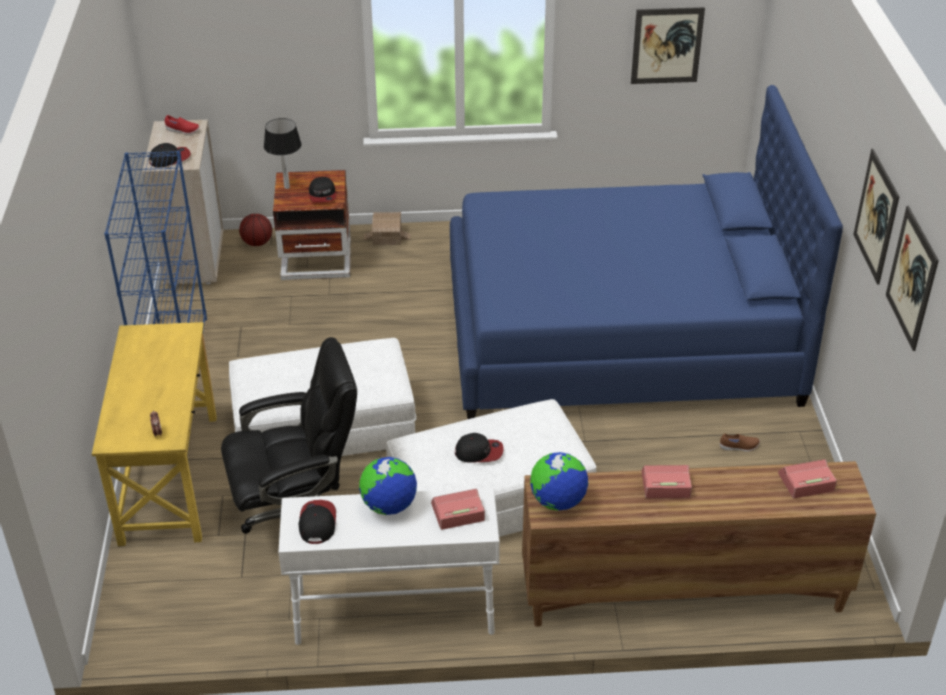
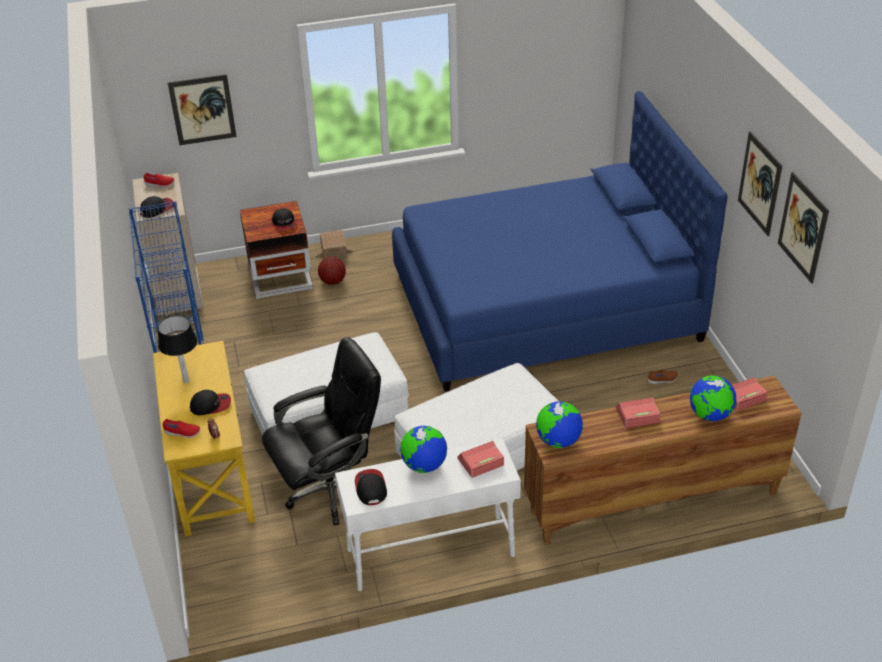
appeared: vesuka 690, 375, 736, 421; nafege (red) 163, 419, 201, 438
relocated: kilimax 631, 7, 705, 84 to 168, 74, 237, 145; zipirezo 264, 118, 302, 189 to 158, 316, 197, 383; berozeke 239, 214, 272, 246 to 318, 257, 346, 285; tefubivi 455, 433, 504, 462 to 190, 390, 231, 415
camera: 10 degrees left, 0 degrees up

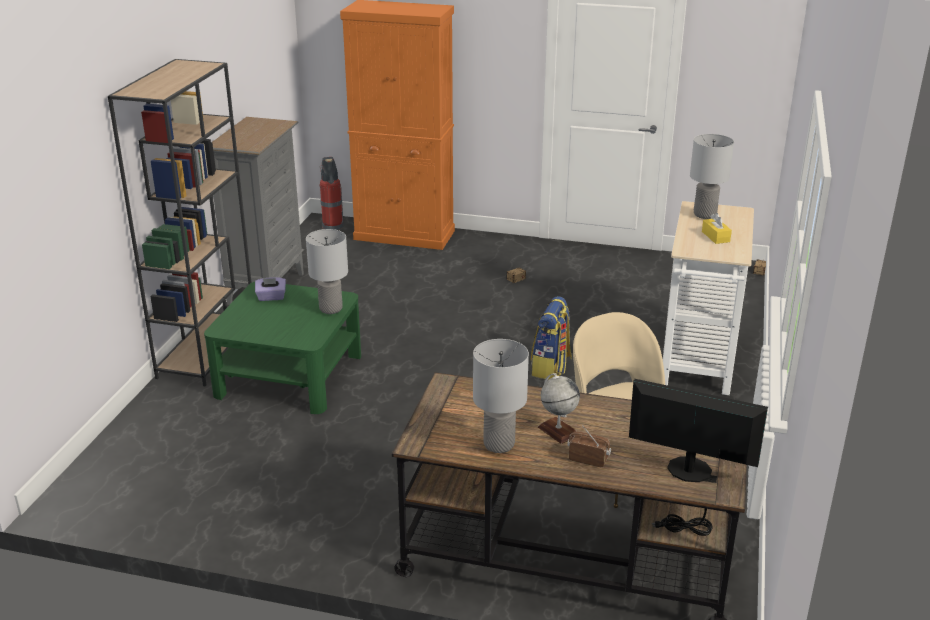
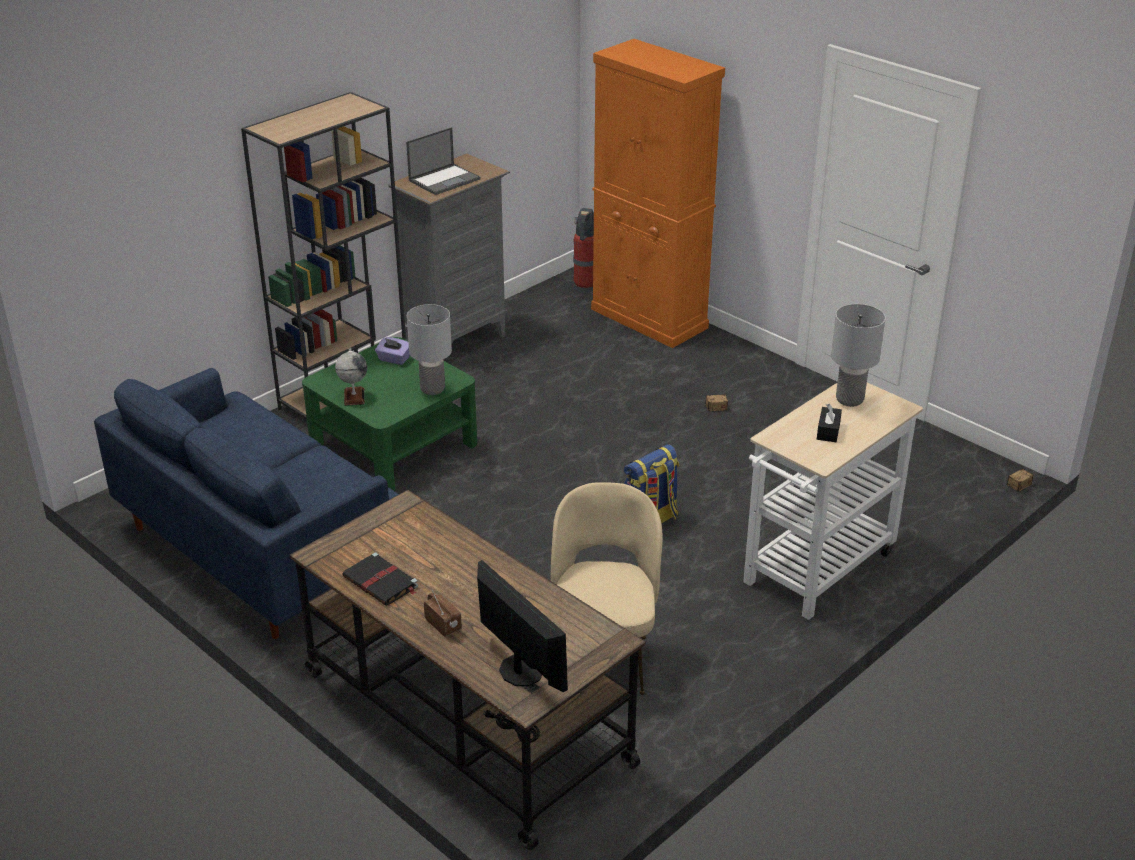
appeared: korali 406, 127, 480, 195; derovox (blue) 94, 368, 399, 639
relocated: vesuka 538, 373, 580, 444 to 335, 349, 367, 406
exchanged: zipirezo (grey) 473, 339, 529, 453 to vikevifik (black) 342, 552, 418, 606
colour: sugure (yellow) 702, 213, 732, 244 to sugure (black) 817, 404, 842, 442
camera: 30 degrees right, 5 degrees up

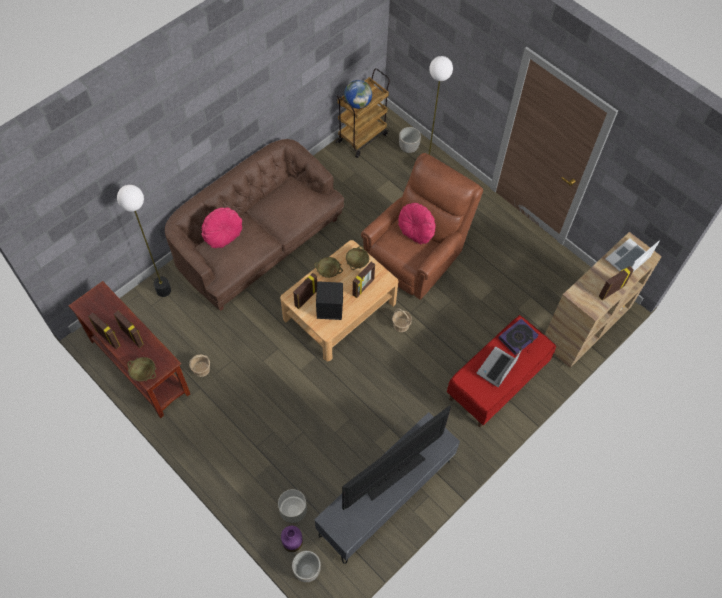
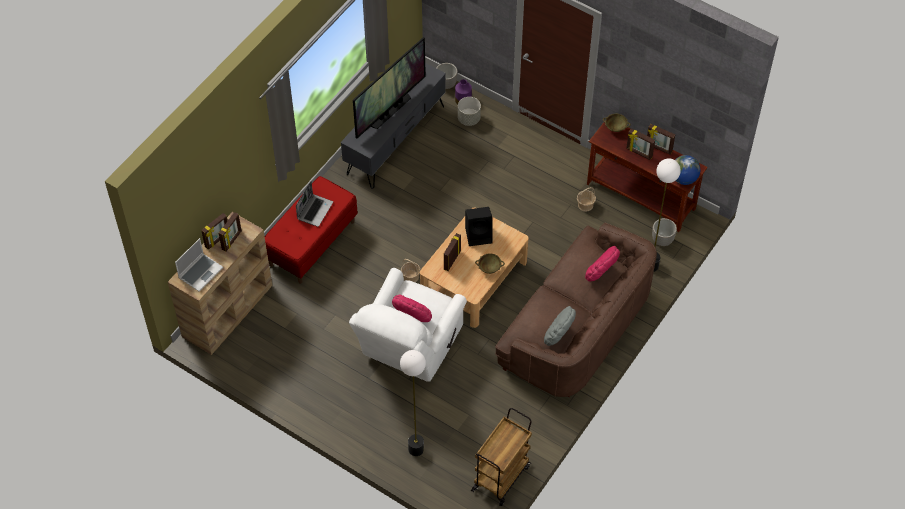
missing: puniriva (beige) 346, 246, 369, 270; vikevifik 498, 318, 538, 355
appeared: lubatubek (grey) 544, 306, 576, 346
relocated: vesuka 344, 80, 372, 109 to 675, 155, 700, 185; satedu 399, 127, 421, 153 to 652, 218, 677, 246; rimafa 293, 273, 317, 309 to 219, 212, 242, 252
colour: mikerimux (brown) 361, 153, 483, 300 to mikerimux (white) 349, 268, 467, 382
camera: 170 degrees right, 5 degrees down

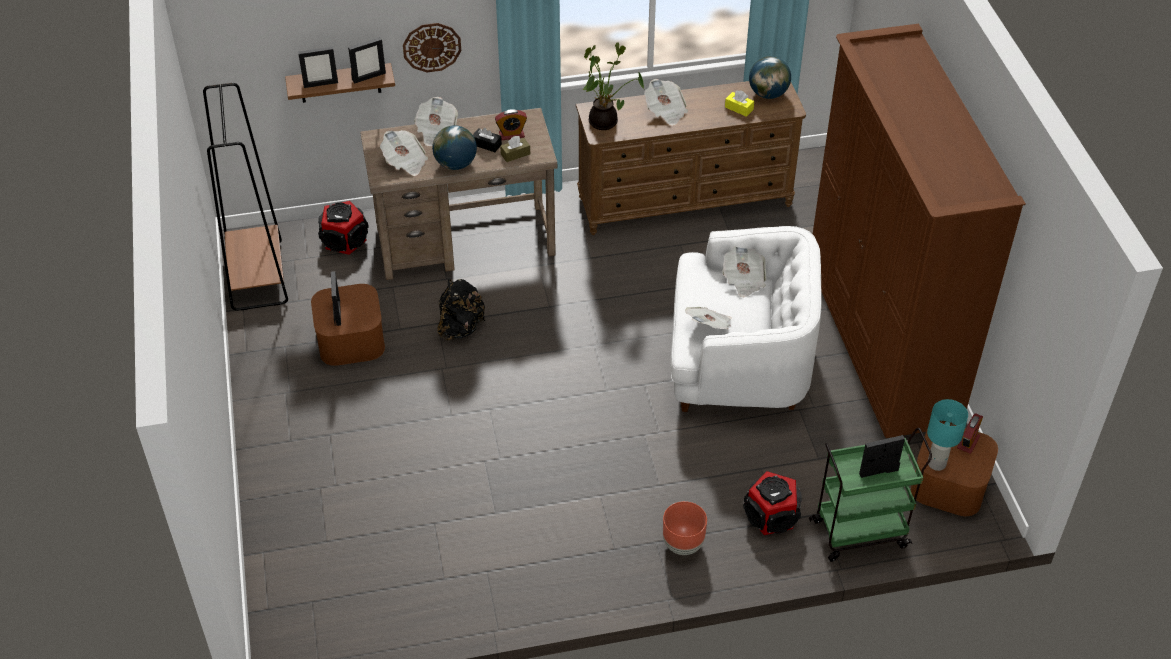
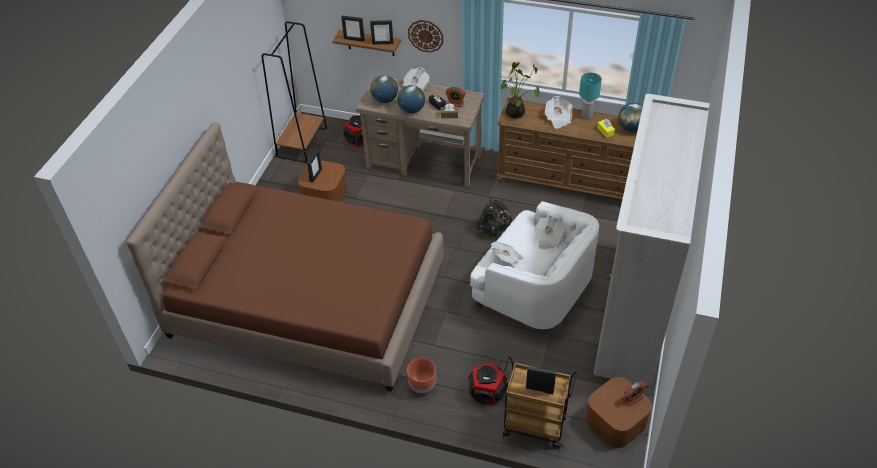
appeared: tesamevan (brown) 126, 122, 444, 392
relocated: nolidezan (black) 437, 279, 485, 341 to 476, 197, 512, 236; zipirezo (turquoise) 927, 399, 968, 471 to 579, 72, 602, 119
exchanged: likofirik 380, 130, 428, 176 to vesuka 370, 75, 398, 103
colour: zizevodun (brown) 813, 24, 1026, 438 to zizevodun (white) 593, 94, 709, 386; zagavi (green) 809, 428, 932, 562 to zagavi (brown) 503, 356, 577, 449
camera: 30 degrees right, 0 degrees up

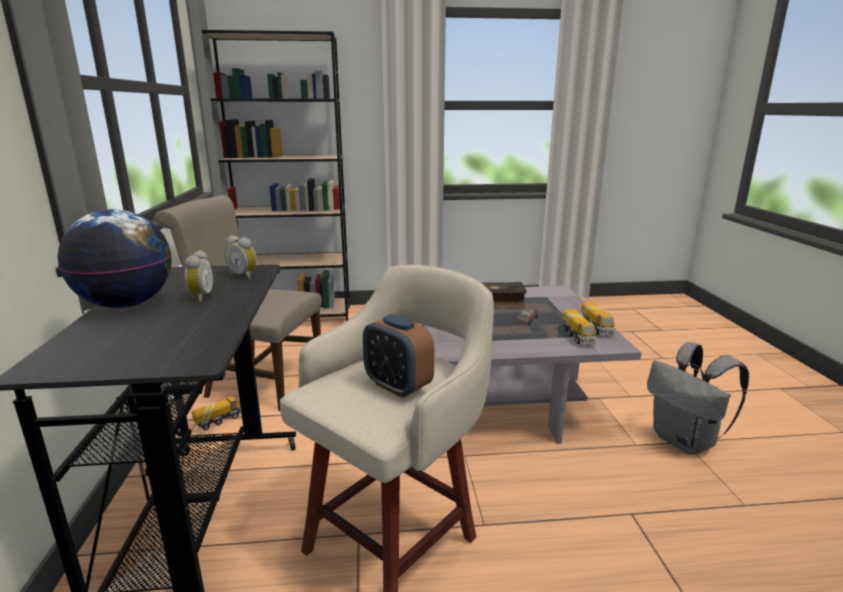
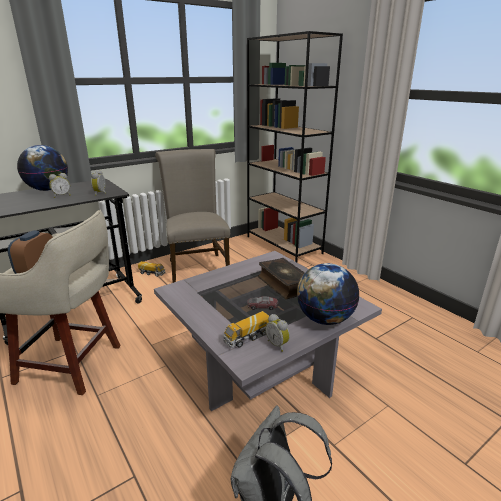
appeared: vesuka 297, 263, 359, 325
exchanged: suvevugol 581, 302, 615, 336 to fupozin 265, 314, 290, 352
camera: 60 degrees right, 5 degrees up

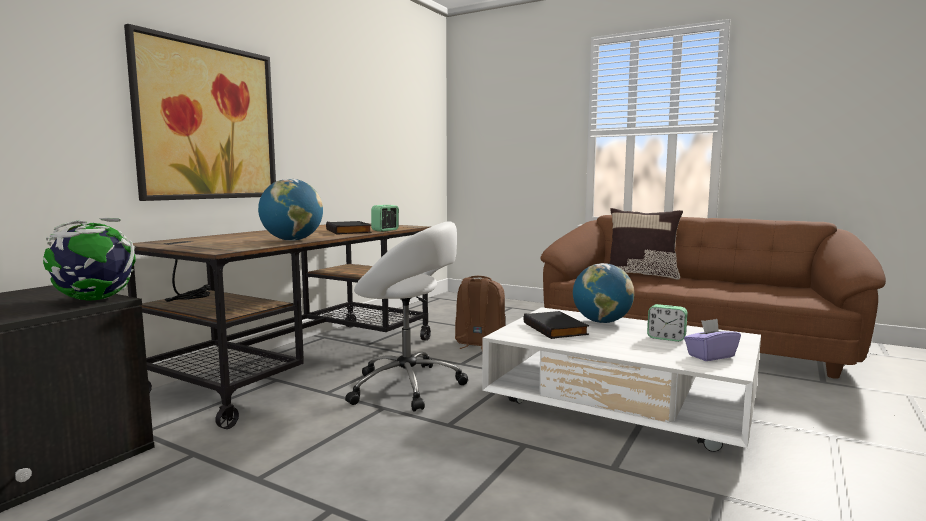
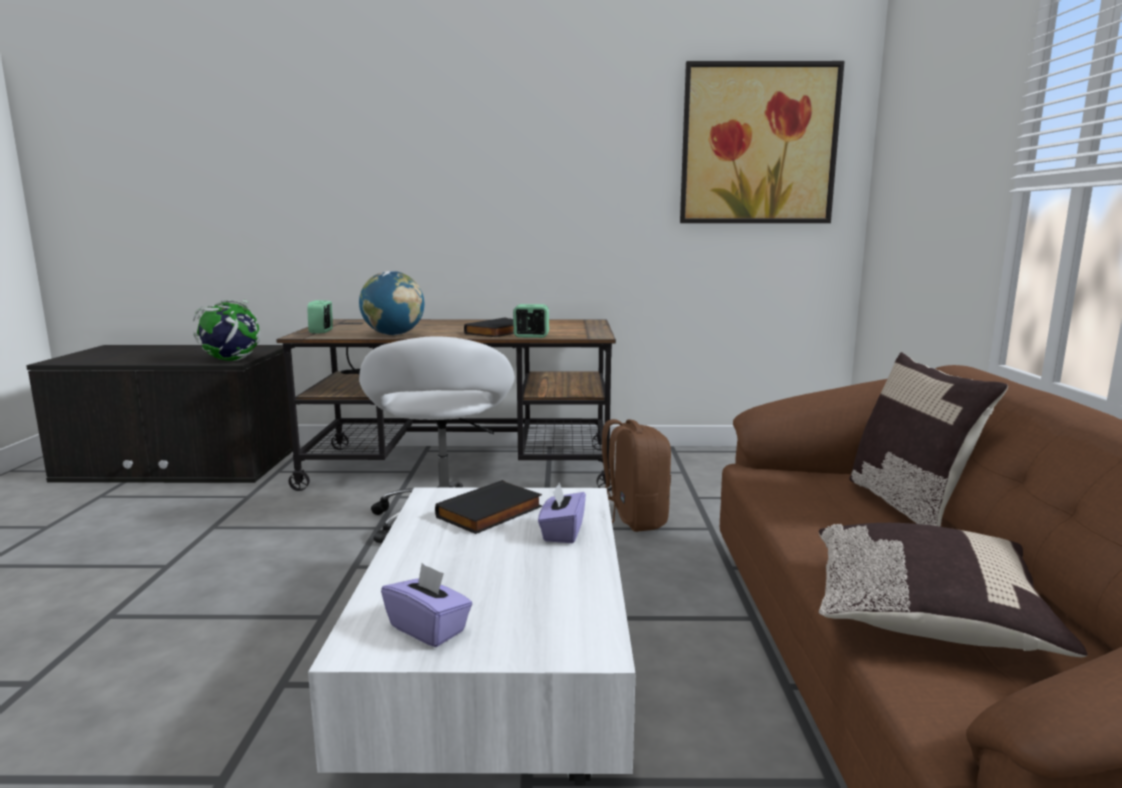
appeared: lubatubek 819, 523, 1087, 657
relocated: kilimax 124, 24, 276, 201 to 680, 61, 845, 223; fupozin 647, 304, 688, 342 to 307, 300, 333, 333
exchanged: vesuka 573, 263, 634, 323 to sugure (purple) 538, 482, 586, 543
camera: 60 degrees right, 5 degrees up

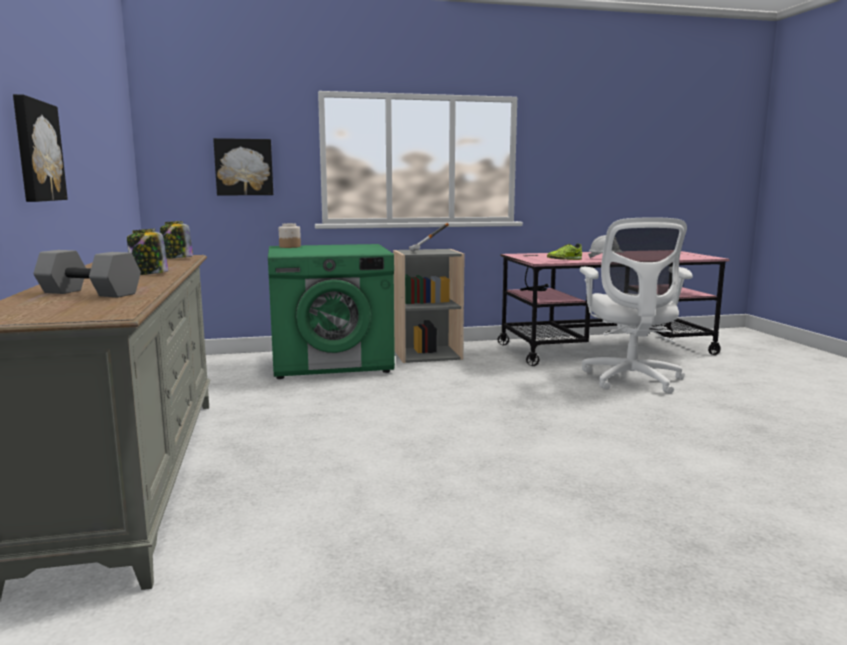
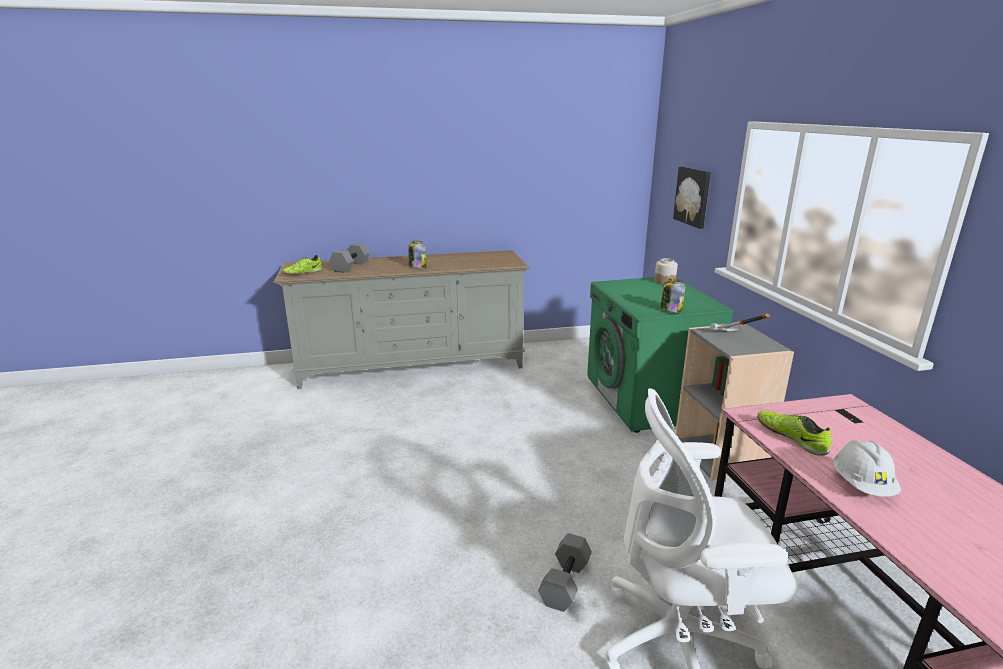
missing: kilimax 13, 94, 68, 202
appeared: nafege 282, 255, 322, 275; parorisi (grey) 538, 533, 592, 612
relocated: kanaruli 160, 221, 193, 259 to 661, 279, 685, 312
camera: 90 degrees right, 10 degrees up

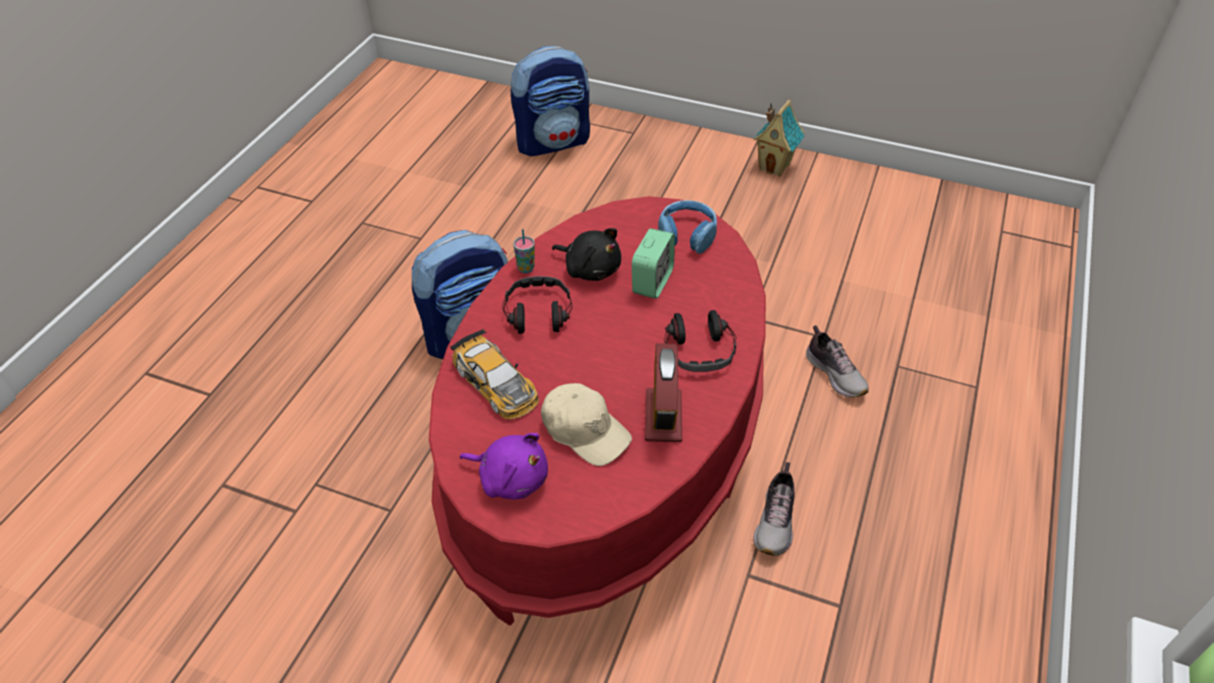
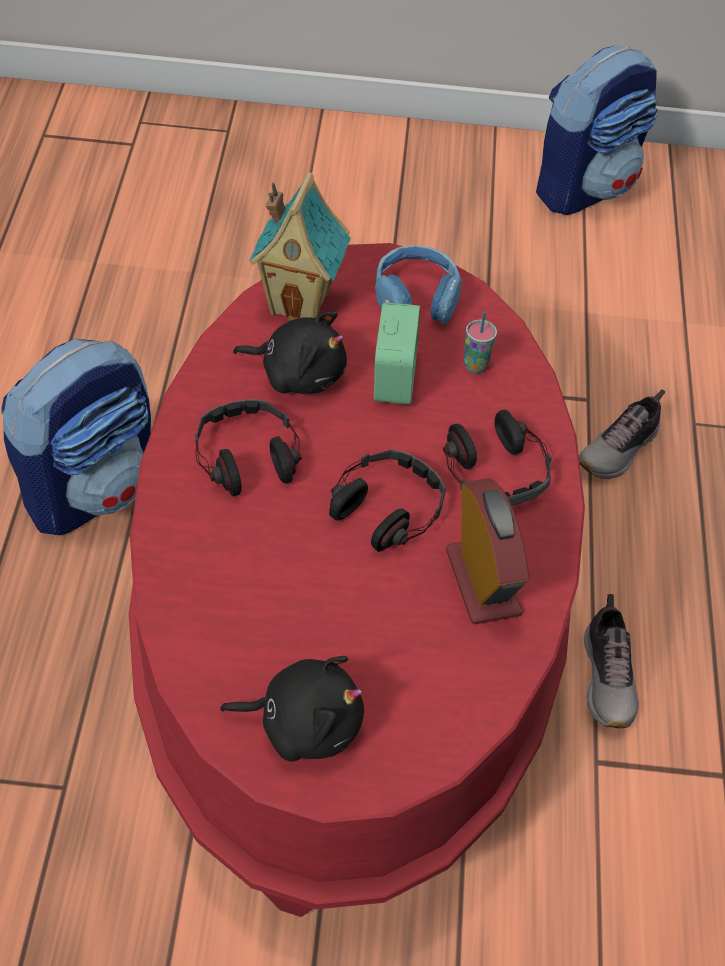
missing: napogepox 450, 329, 539, 420; tefubivi (beige) 541, 383, 632, 466
appeared: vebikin 329, 450, 446, 552
relocated: nolidezan 510, 46, 590, 156 to 536, 46, 658, 215; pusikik 754, 99, 804, 177 to 249, 172, 351, 321; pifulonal 513, 229, 535, 273 to 463, 311, 497, 373
colour: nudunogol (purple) 460, 433, 548, 499 to nudunogol (black) 220, 656, 364, 762
spun: nafege 806, 325, 869, 397 = 579, 389, 665, 479 90 degrees clockwise
camera: 20 degrees left, 5 degrees up

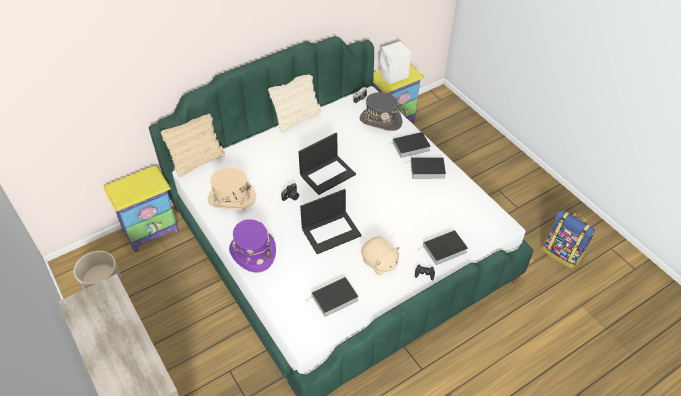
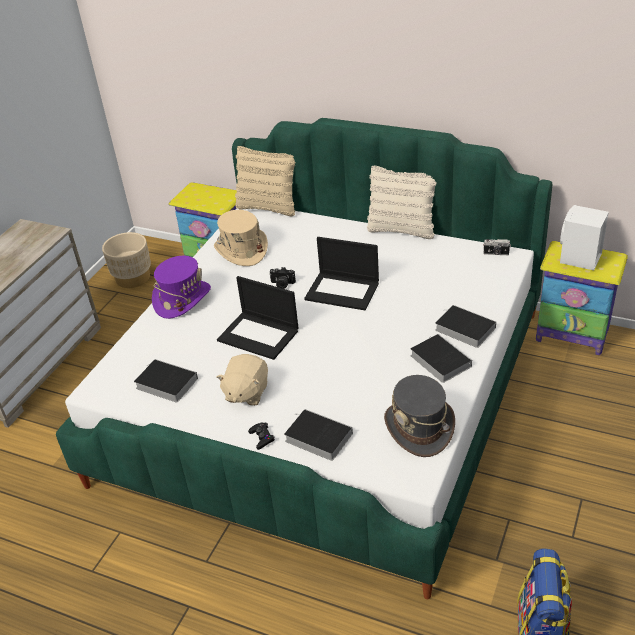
relocated: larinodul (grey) 360, 92, 402, 131 to 384, 375, 455, 457
camera: 60 degrees right, 10 degrees down

